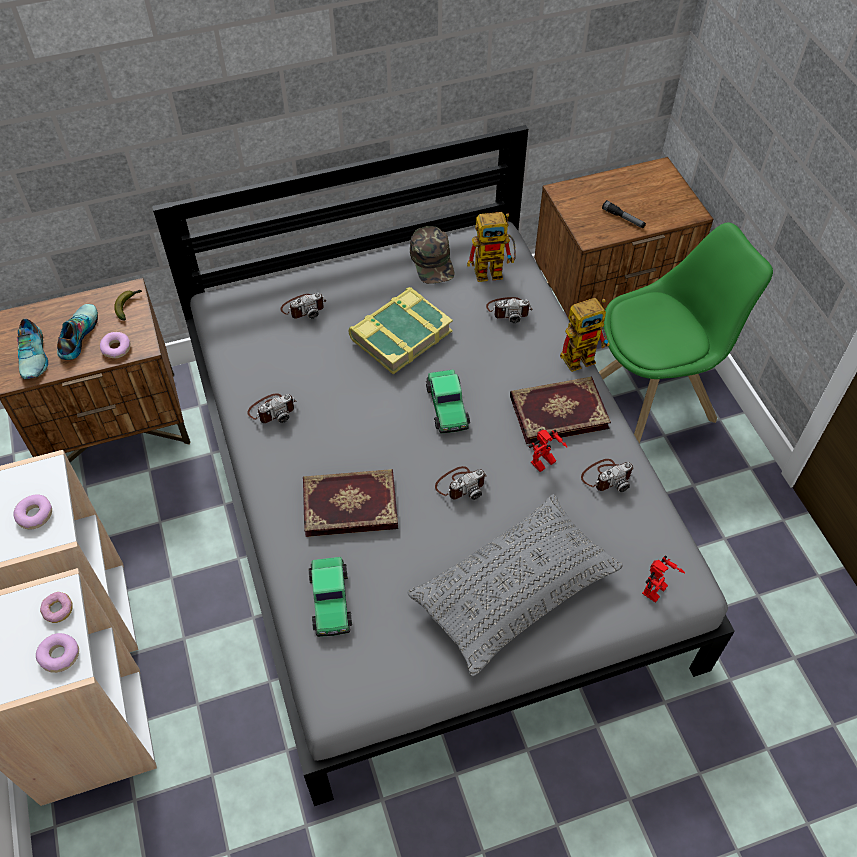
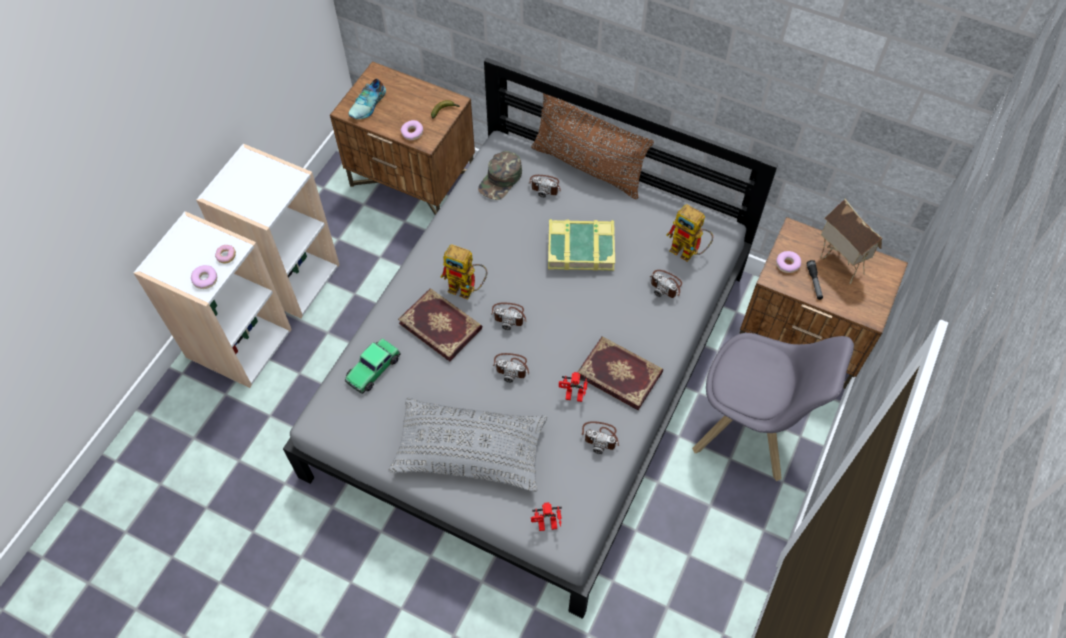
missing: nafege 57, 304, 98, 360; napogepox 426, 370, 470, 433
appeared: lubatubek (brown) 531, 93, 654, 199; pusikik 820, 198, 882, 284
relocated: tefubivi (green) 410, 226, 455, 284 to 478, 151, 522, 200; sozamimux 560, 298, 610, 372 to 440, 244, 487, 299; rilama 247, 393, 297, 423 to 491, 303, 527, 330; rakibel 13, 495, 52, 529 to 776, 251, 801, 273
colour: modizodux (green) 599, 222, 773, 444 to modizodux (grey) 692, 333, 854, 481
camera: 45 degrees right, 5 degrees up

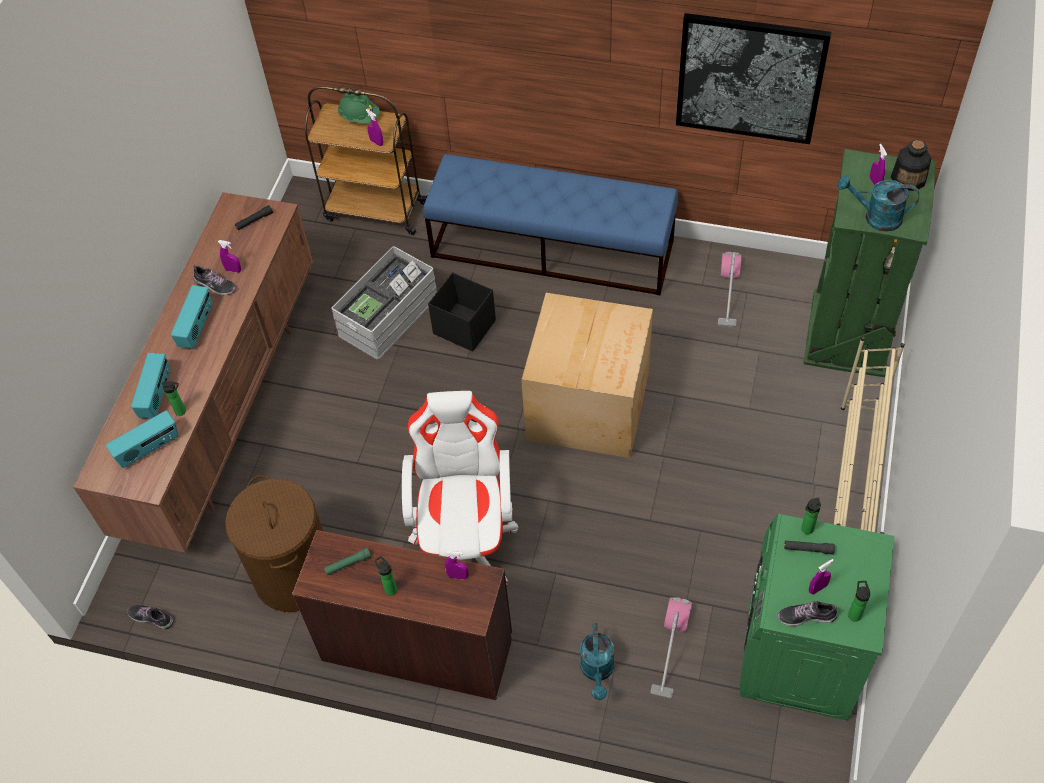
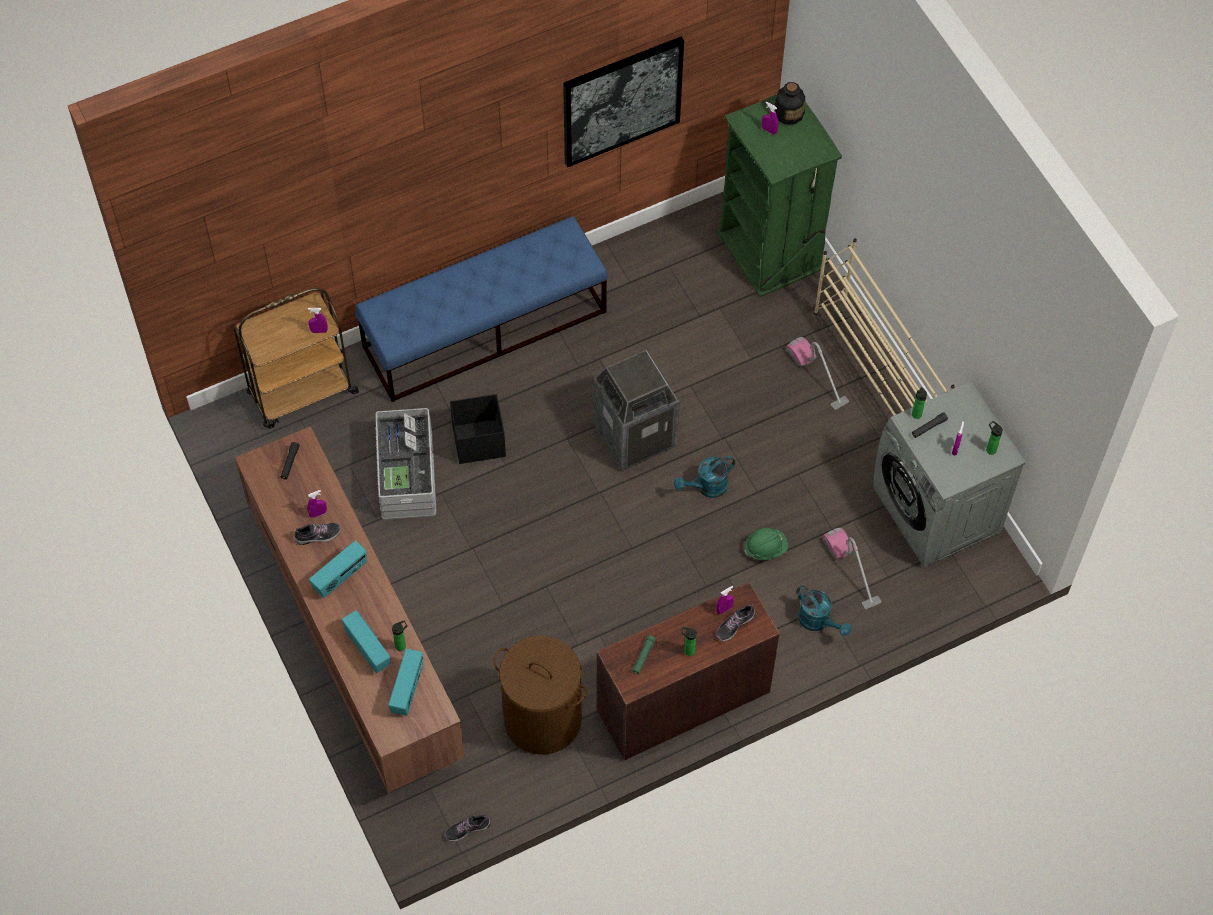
missing: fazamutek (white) 402, 391, 519, 585
relocated: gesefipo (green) 338, 93, 380, 124 to 744, 528, 788, 560; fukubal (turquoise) 837, 175, 919, 232 to 674, 456, 735, 498; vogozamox 718, 252, 741, 327 to 786, 337, 849, 410; nafege 778, 601, 837, 626 to 716, 604, 755, 641
exchanged: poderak 521, 293, 653, 458 to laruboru 593, 350, 680, 471
colour: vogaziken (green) 740, 514, 894, 721 to vogaziken (grey) 873, 382, 1026, 567
spun: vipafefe 171, 285, 213, 349 = 309, 541, 367, 598 75 degrees clockwise
camera: 45 degrees left, 5 degrees up

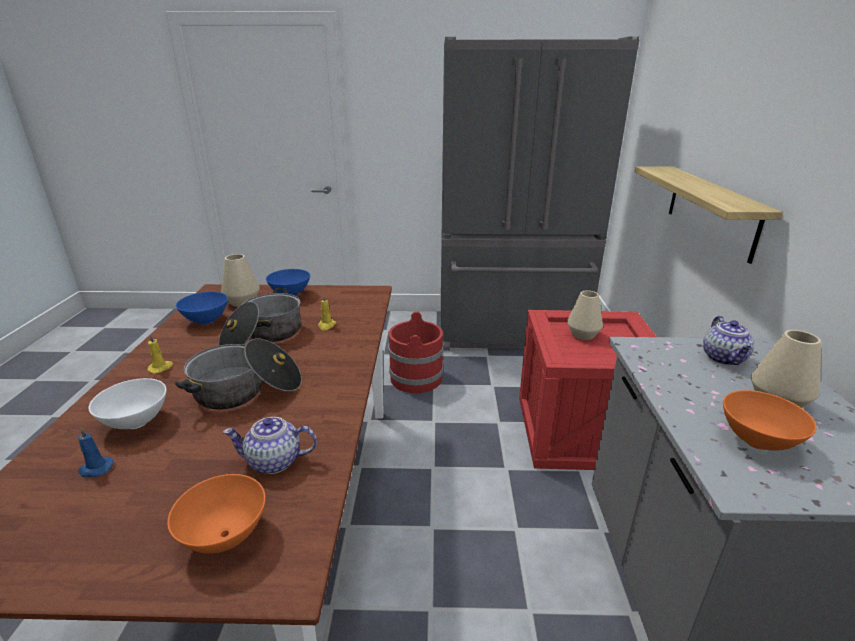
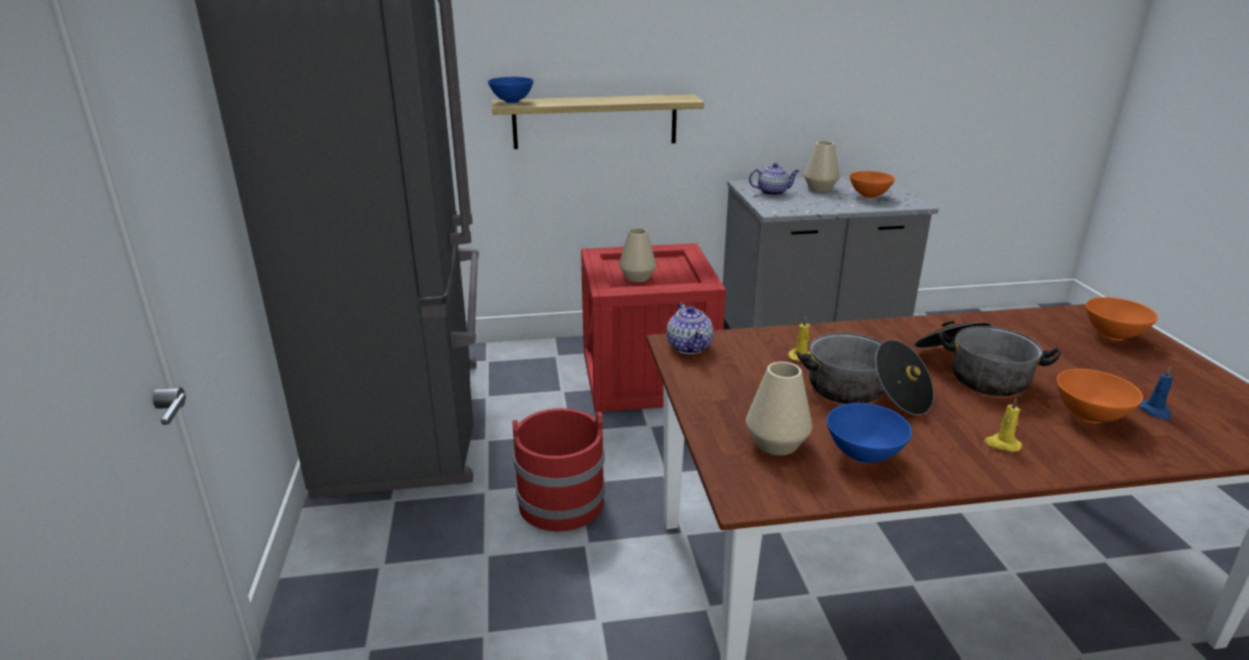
relocated: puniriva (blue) 266, 269, 310, 296 to 488, 77, 534, 104; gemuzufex 223, 417, 317, 474 to 667, 303, 713, 354
colour: puniriva (white) 88, 378, 167, 429 to puniriva (orange) 1057, 369, 1143, 423
camera: 100 degrees left, 0 degrees up

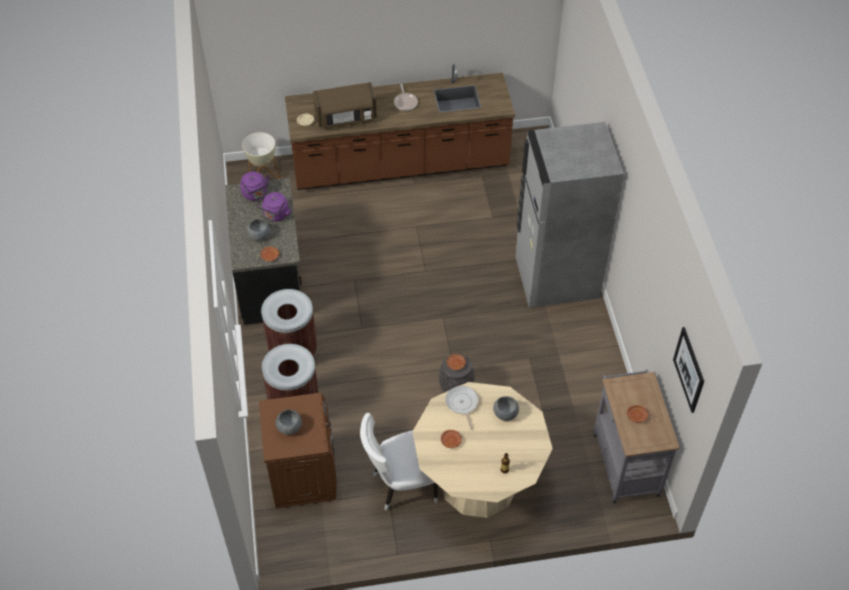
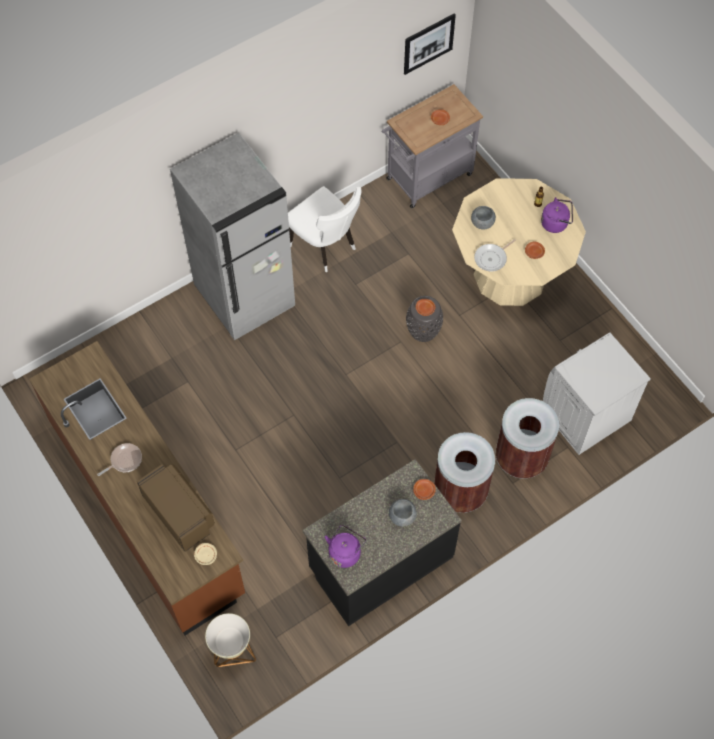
missing: puniriva (grey) 276, 410, 302, 435
relocated: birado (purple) 257, 192, 291, 222 to 541, 197, 573, 233; modizodux (white) 360, 413, 438, 510 to 288, 186, 361, 272
colour: vogaziken (brown) 259, 393, 336, 508 to vogaziken (white) 543, 332, 651, 455
camera: 115 degrees left, 10 degrees up

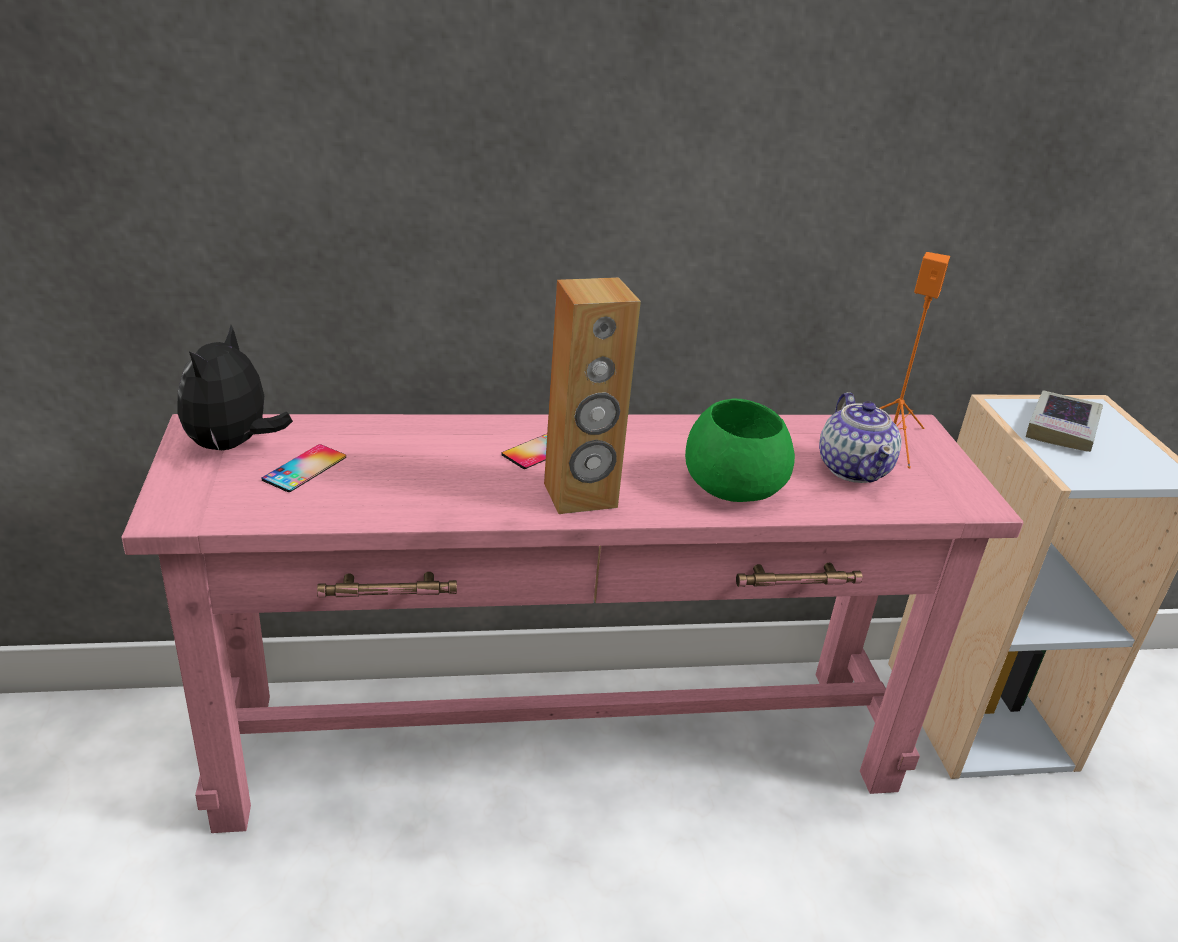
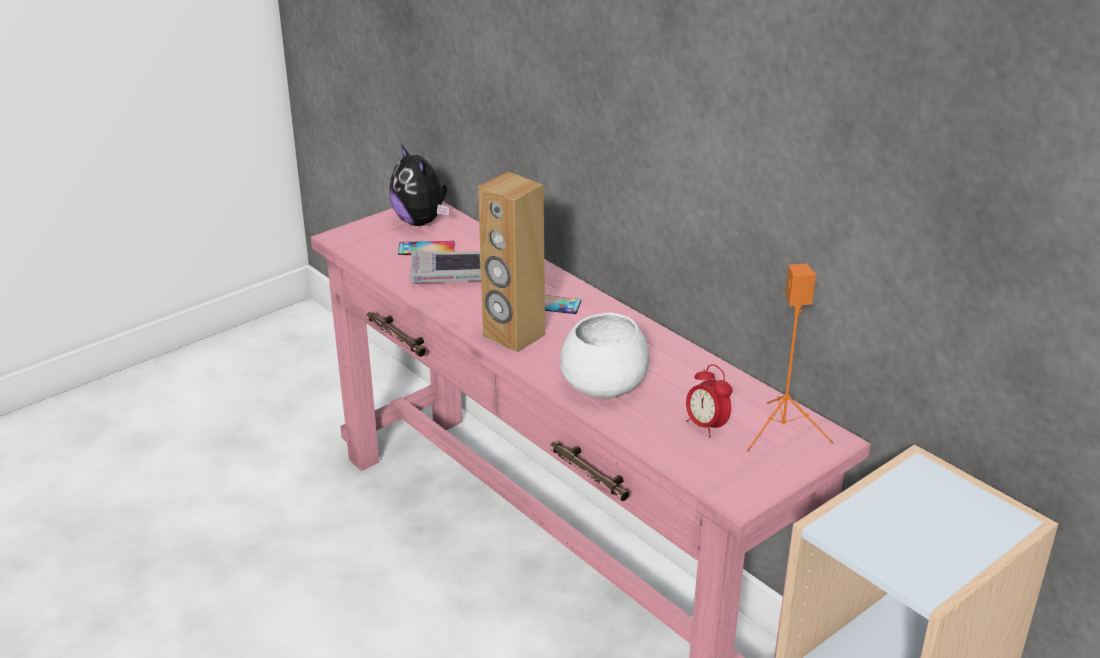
relocated: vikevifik 1026, 390, 1103, 452 to 410, 251, 481, 283
exchanged: gemuzufex 819, 392, 901, 483 to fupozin 686, 364, 733, 438
colour: puniriva (green) 685, 399, 795, 502 to puniriva (white) 560, 313, 649, 398
spun: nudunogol 178, 325, 293, 450 = 389, 144, 449, 226 105 degrees counterclockwise
camera: 60 degrees right, 0 degrees up

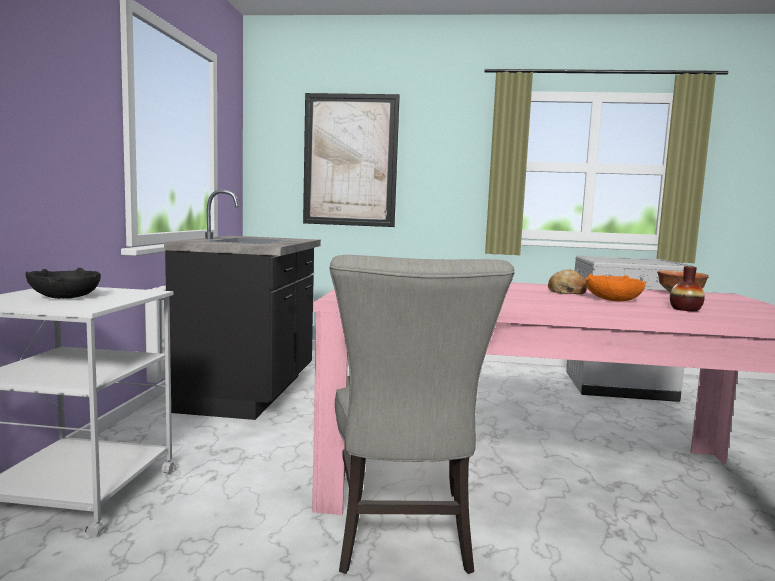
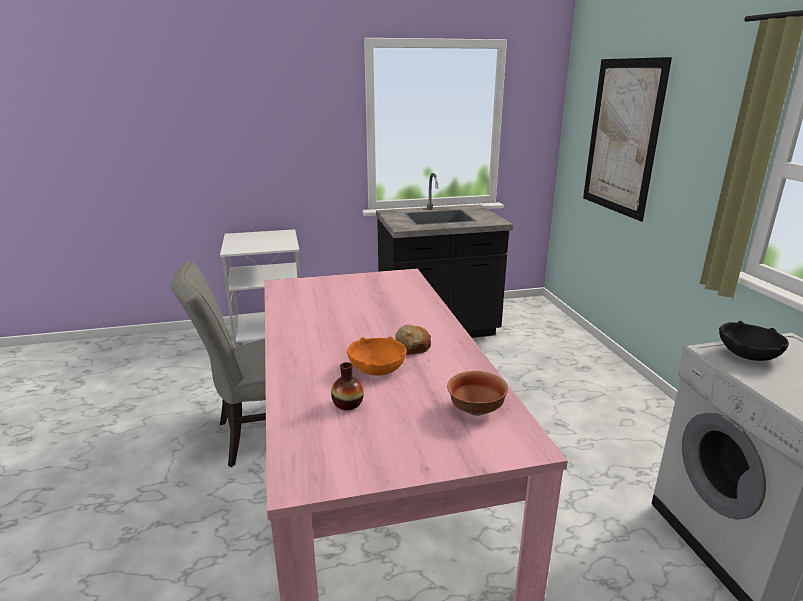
relocated: puniriva (black) 26, 268, 101, 299 to 719, 321, 789, 361
camera: 70 degrees right, 15 degrees up

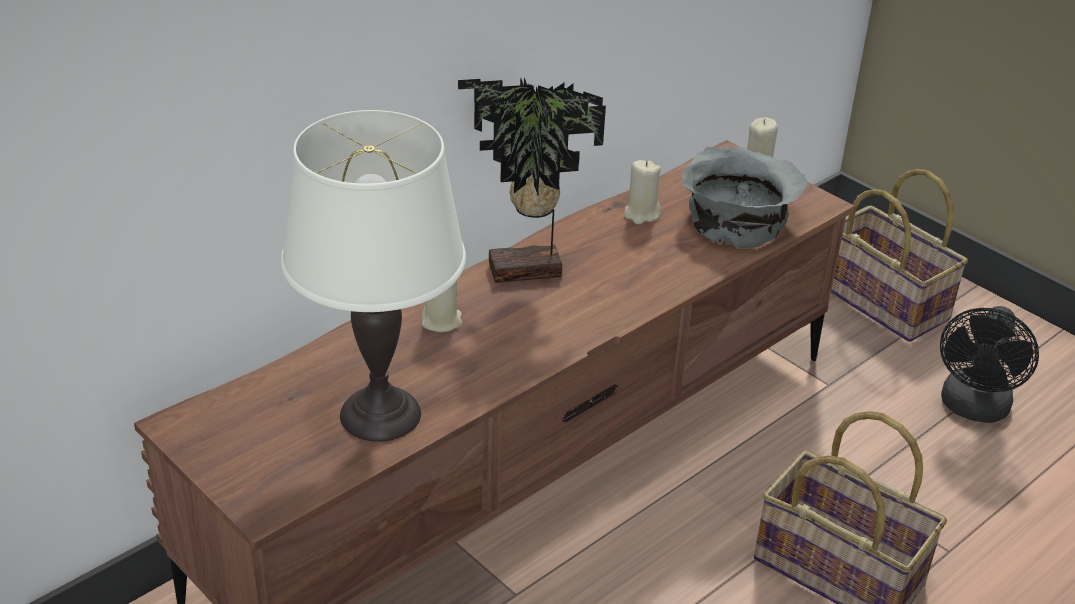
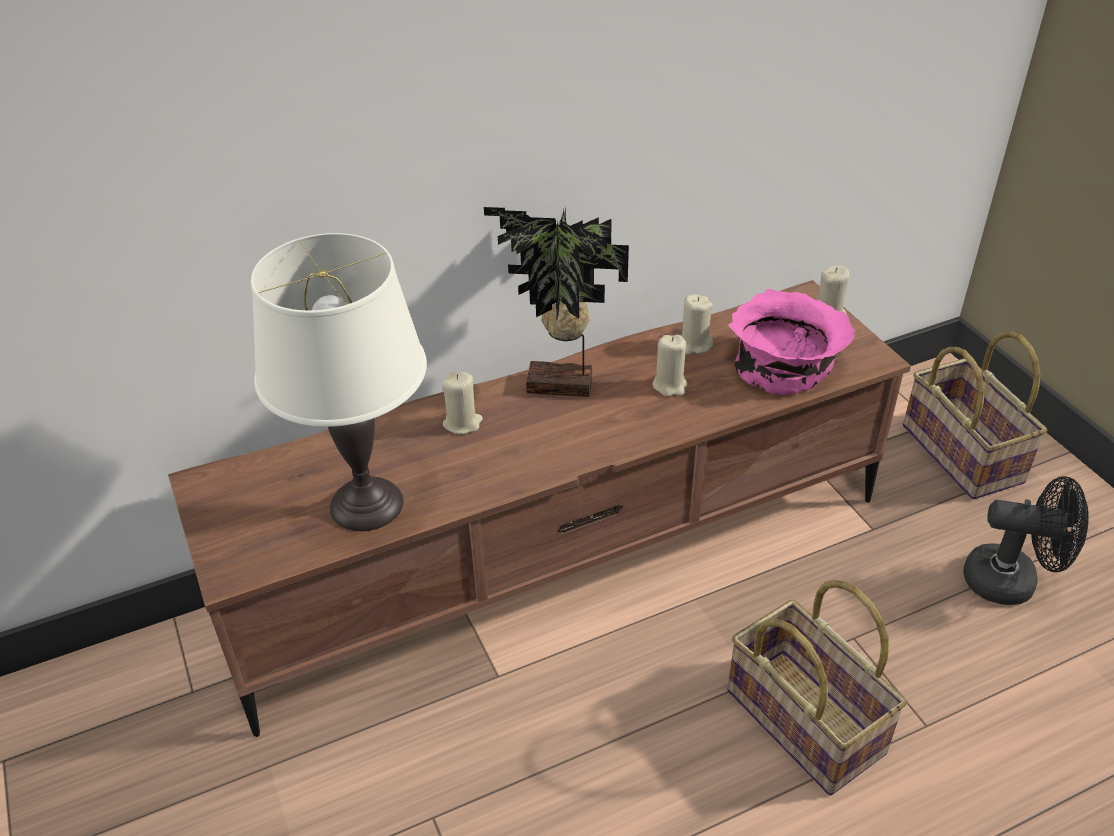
appeared: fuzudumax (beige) 653, 335, 687, 396
colour: puniriva (grey) 681, 147, 807, 248 to puniriva (pink) 728, 289, 856, 395
spun: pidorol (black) 940, 306, 1039, 423 = 963, 476, 1089, 605 120 degrees counterclockwise
camera: 20 degrees right, 5 degrees up

